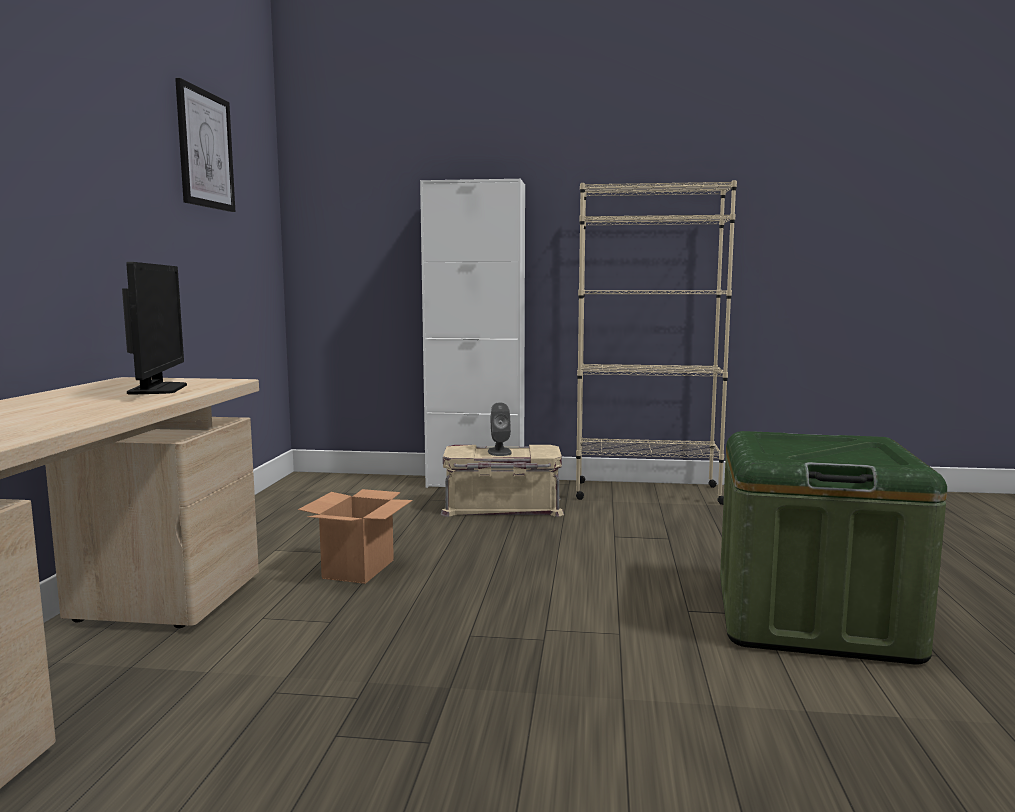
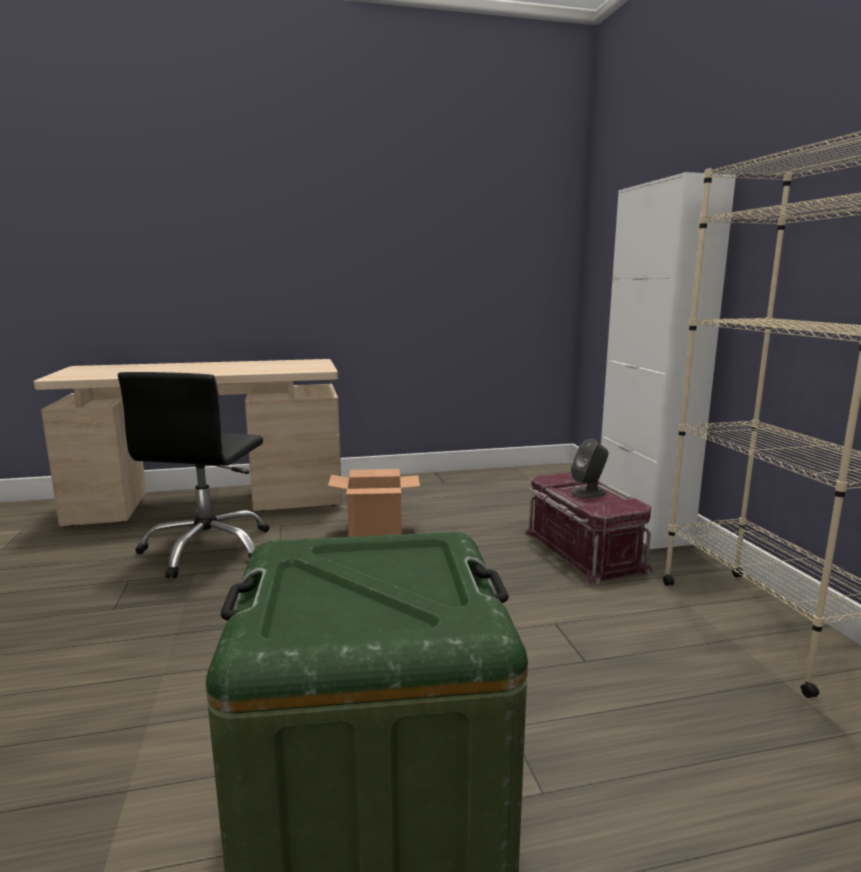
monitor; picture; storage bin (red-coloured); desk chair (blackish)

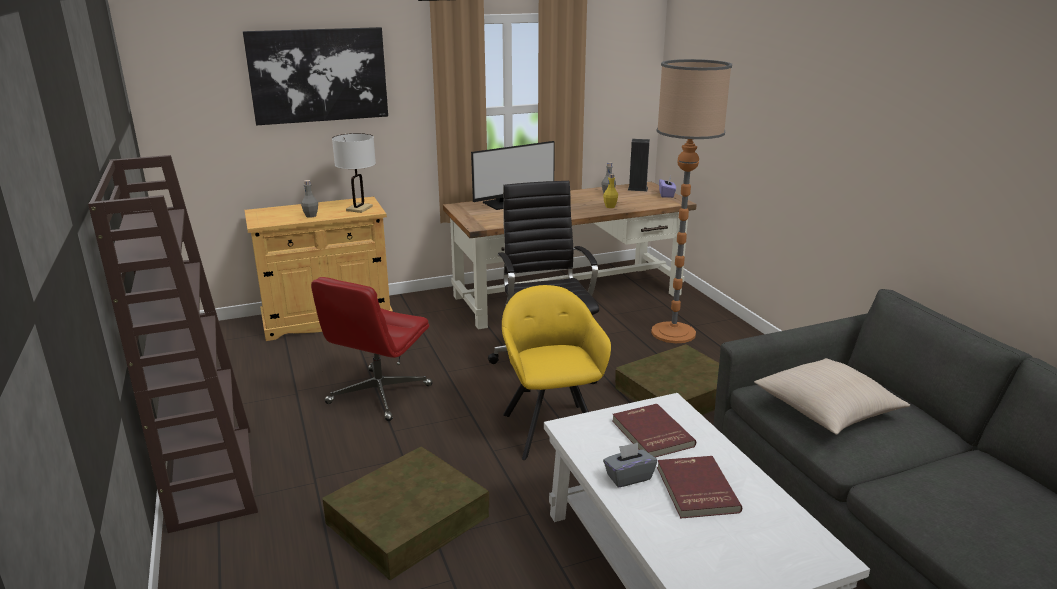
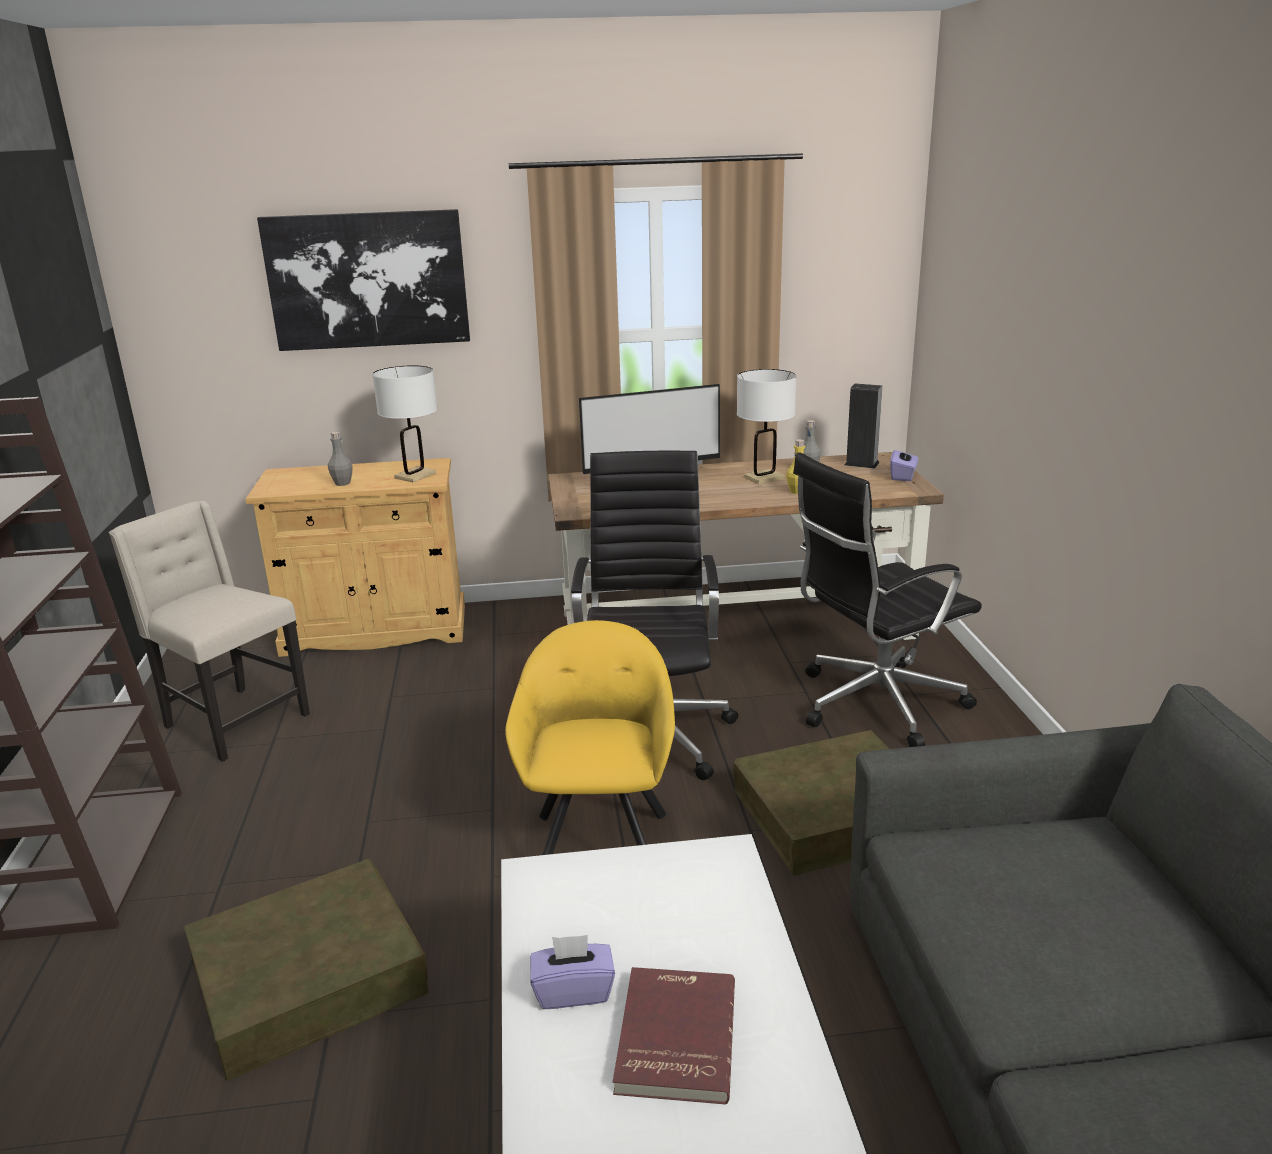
desk chair (red-coloured); tissue box (purple) (no. 1 from left); book (red-coloured) (no. 1 from left in the first image); desk chair (blackish) (no. 2 from left); pillow (beige); upright chair (beige); tabletop lamp (whitish) (no. 2 from left)

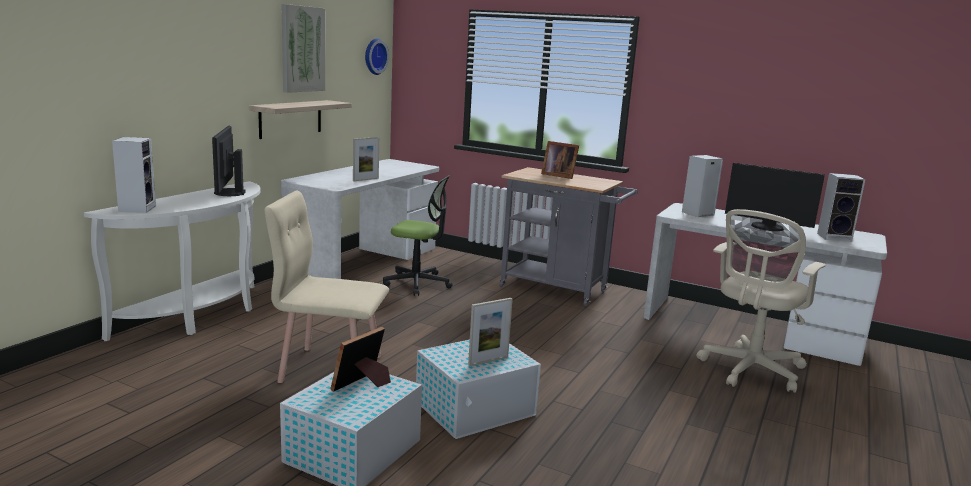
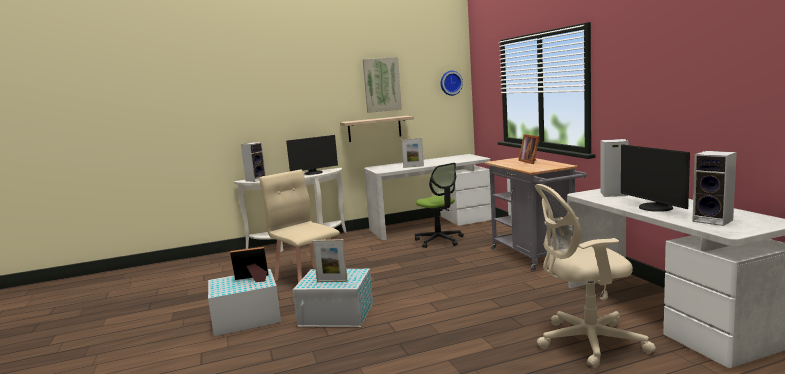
monitor (no. 1 from left)

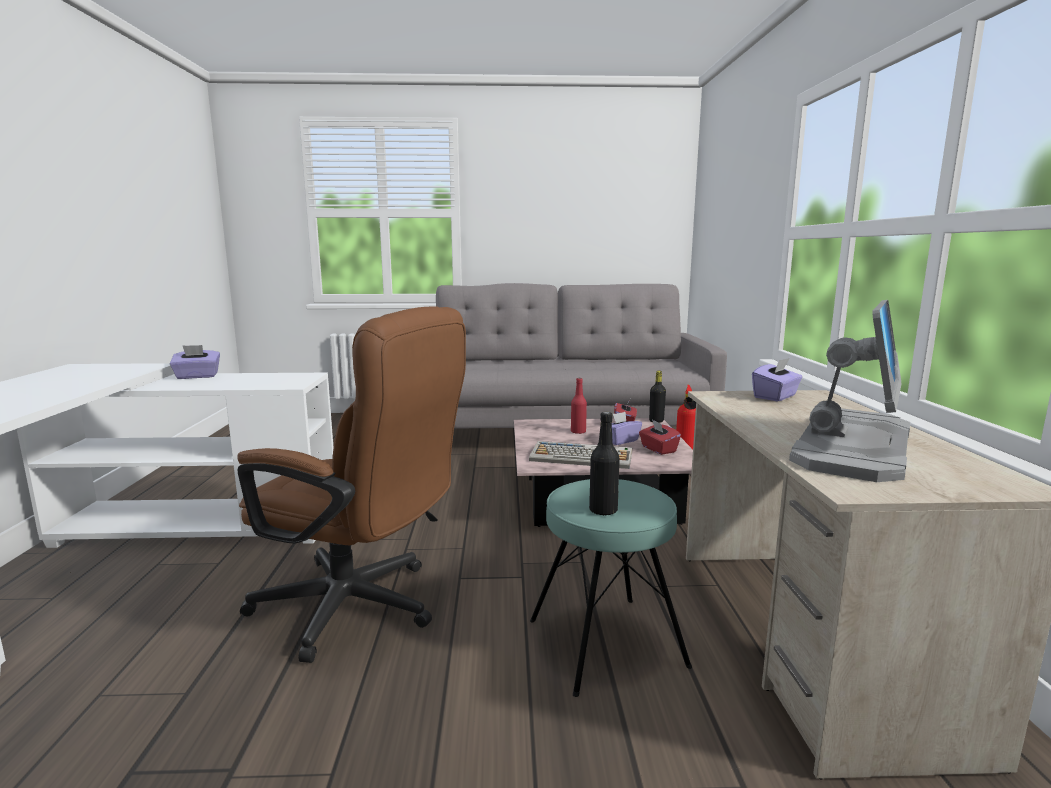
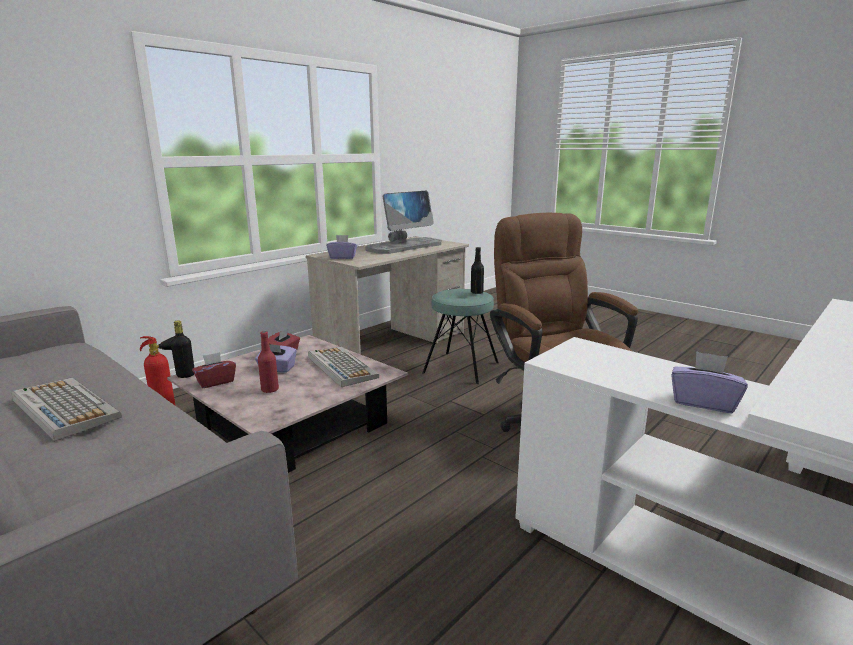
monitor; PC keyboard (no. 1 from left)

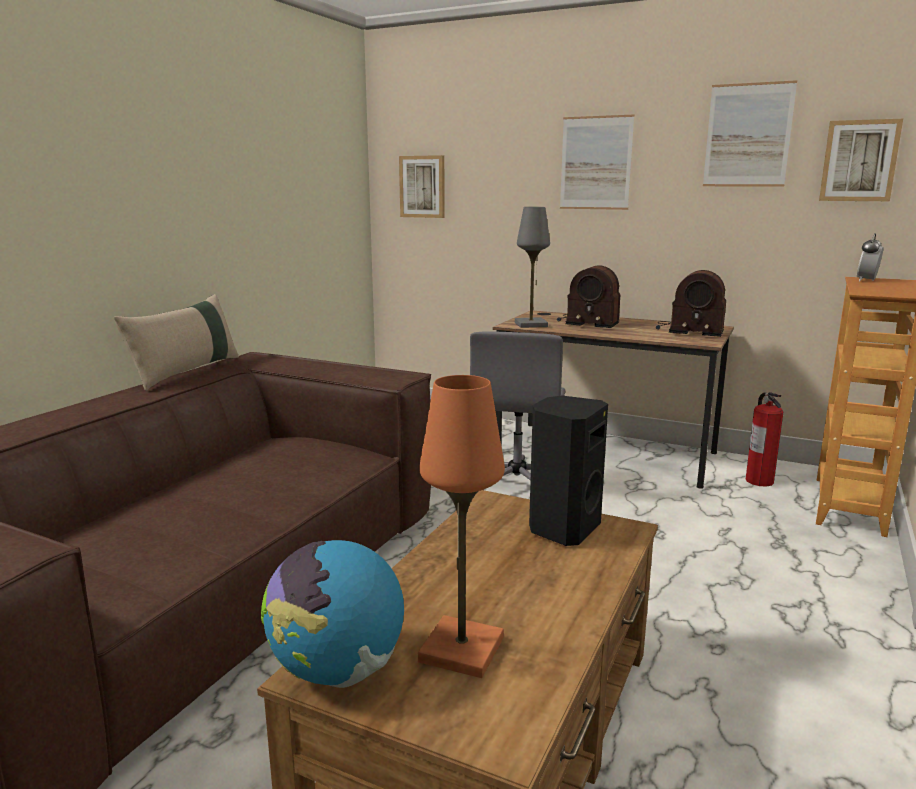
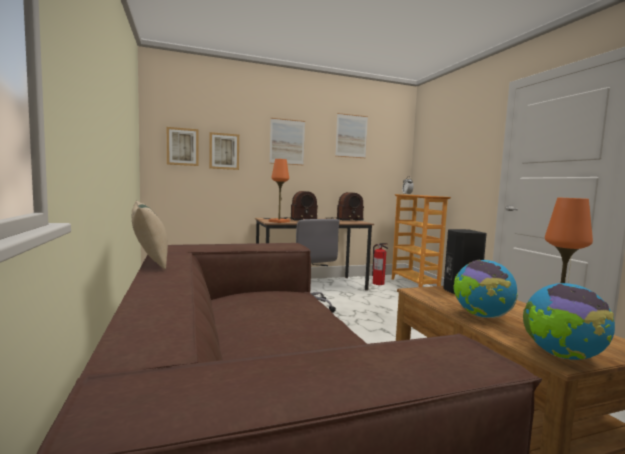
tabletop lamp (orangey) (no. 1 from left); picture (no. 2 from left); desk globe (no. 1 from left)

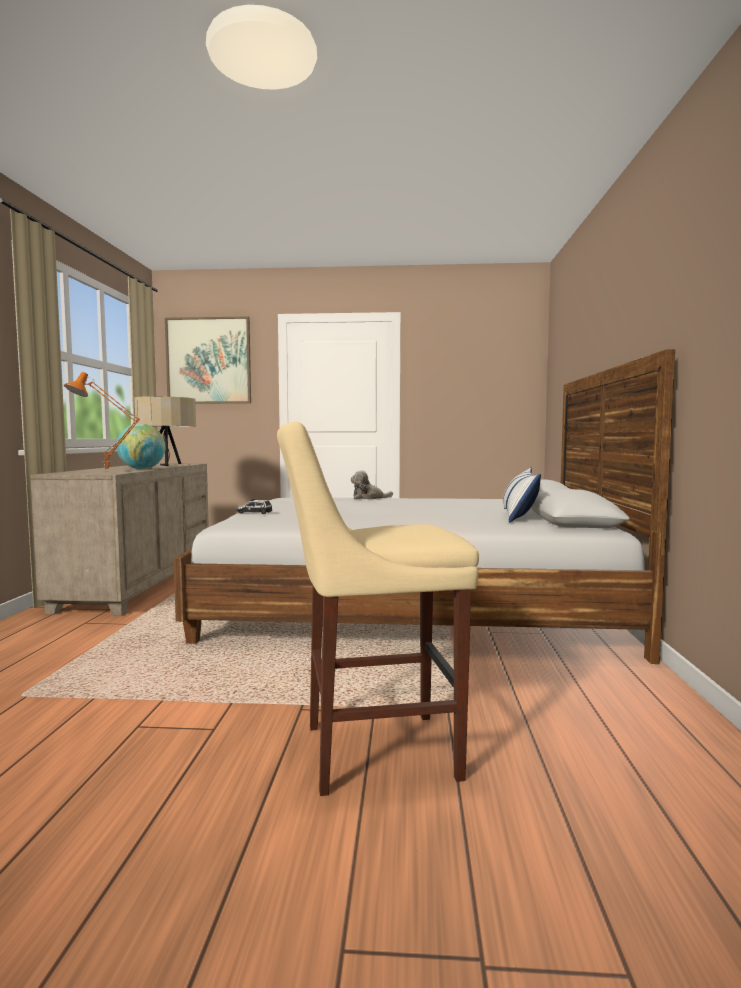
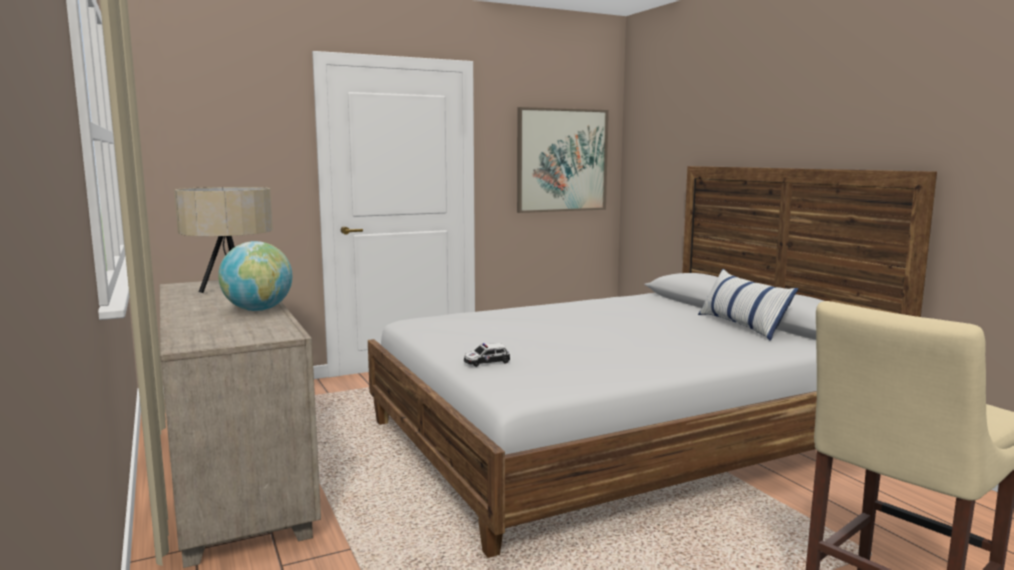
tabletop lamp (orangey); picture; cuddly toy

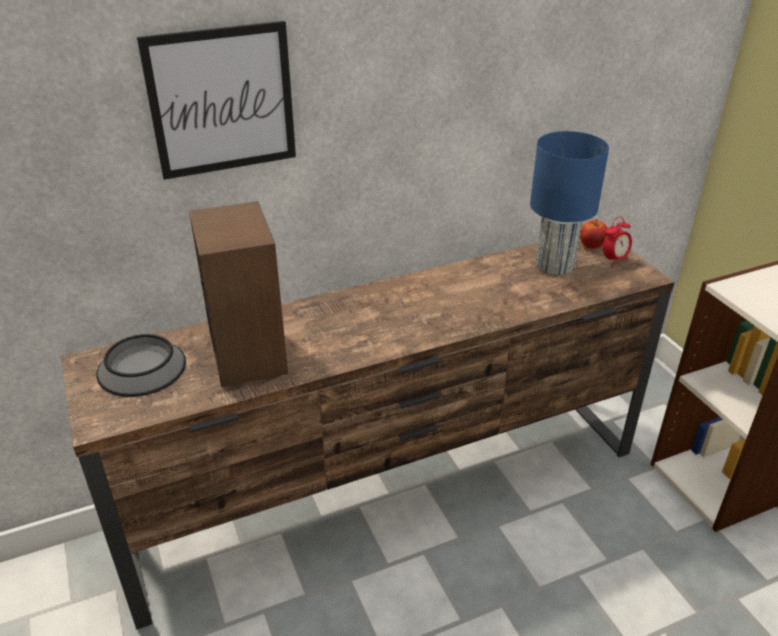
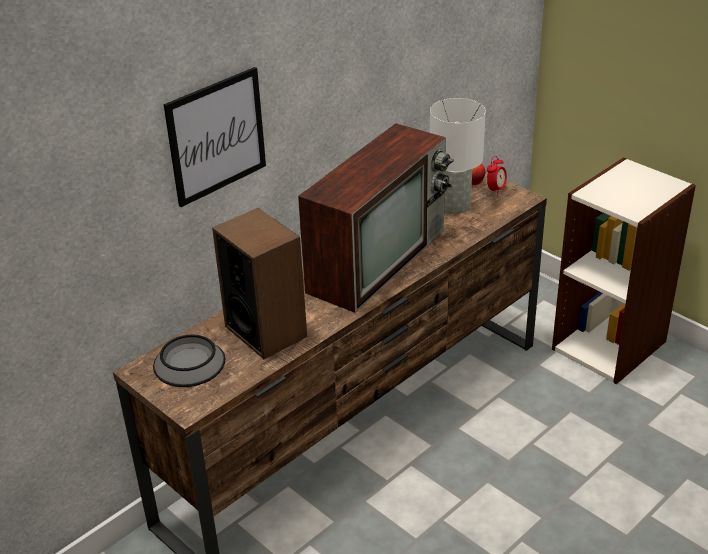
tabletop lamp (whitish); television

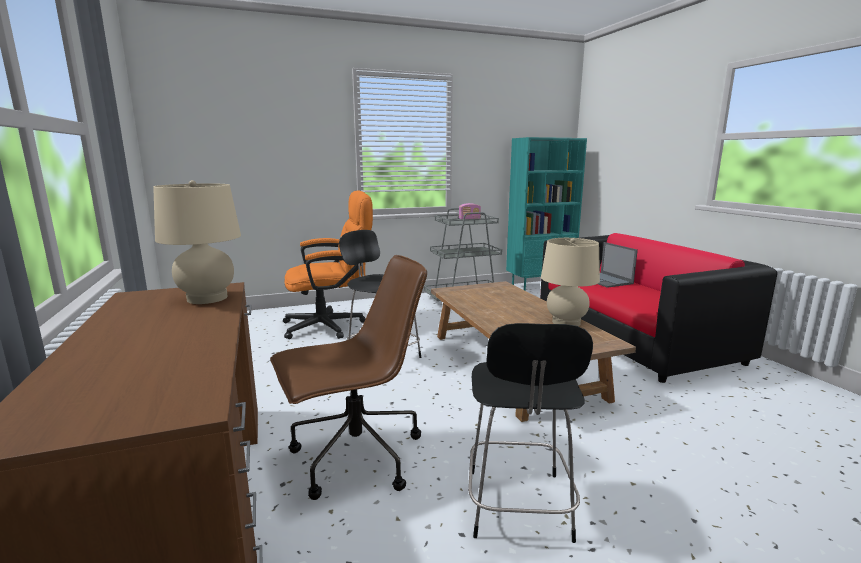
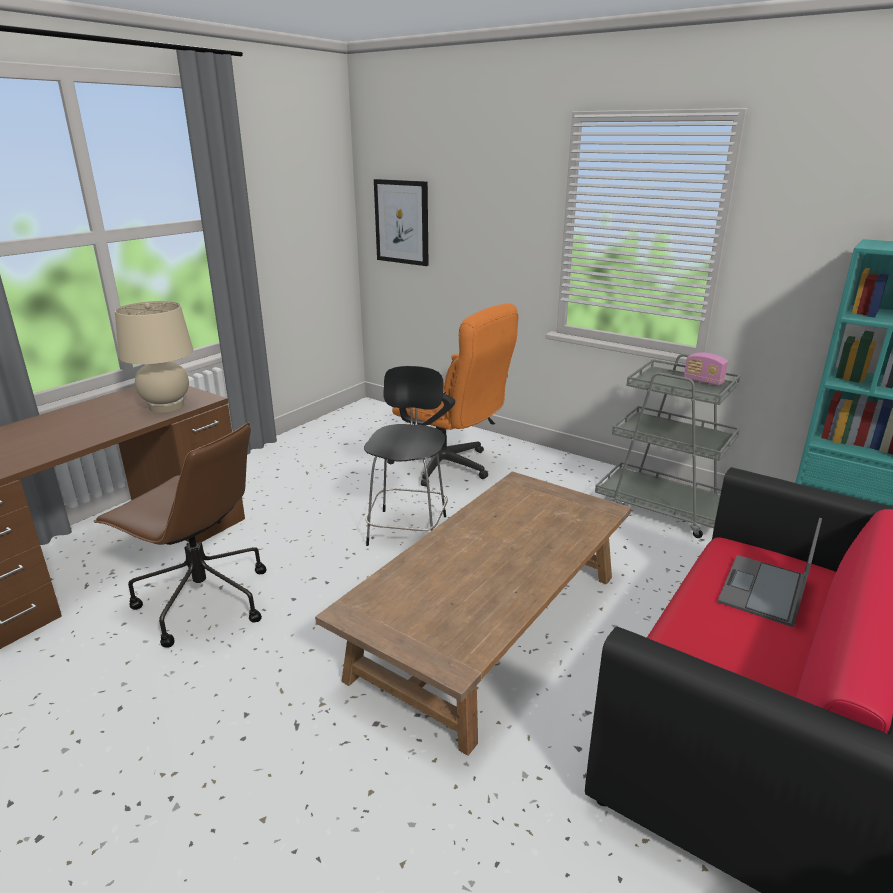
upright chair (blackish) (no. 2 from left in the first image); tabletop lamp (beige) (no. 2 from left in the first image); picture

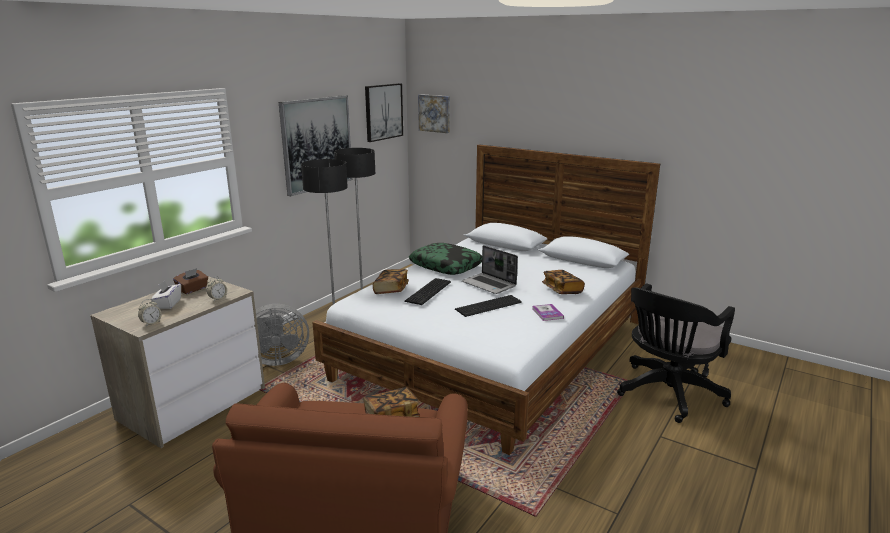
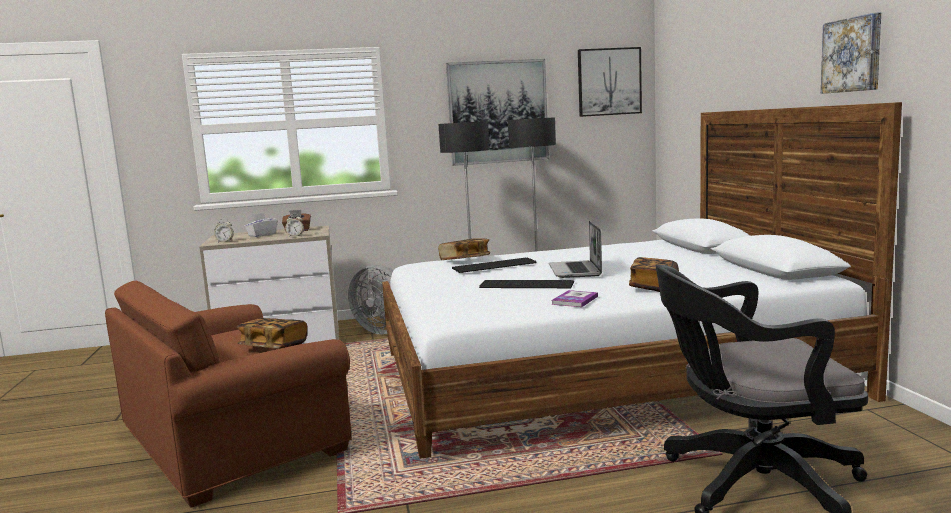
pillow; picture (no. 3 from left)

